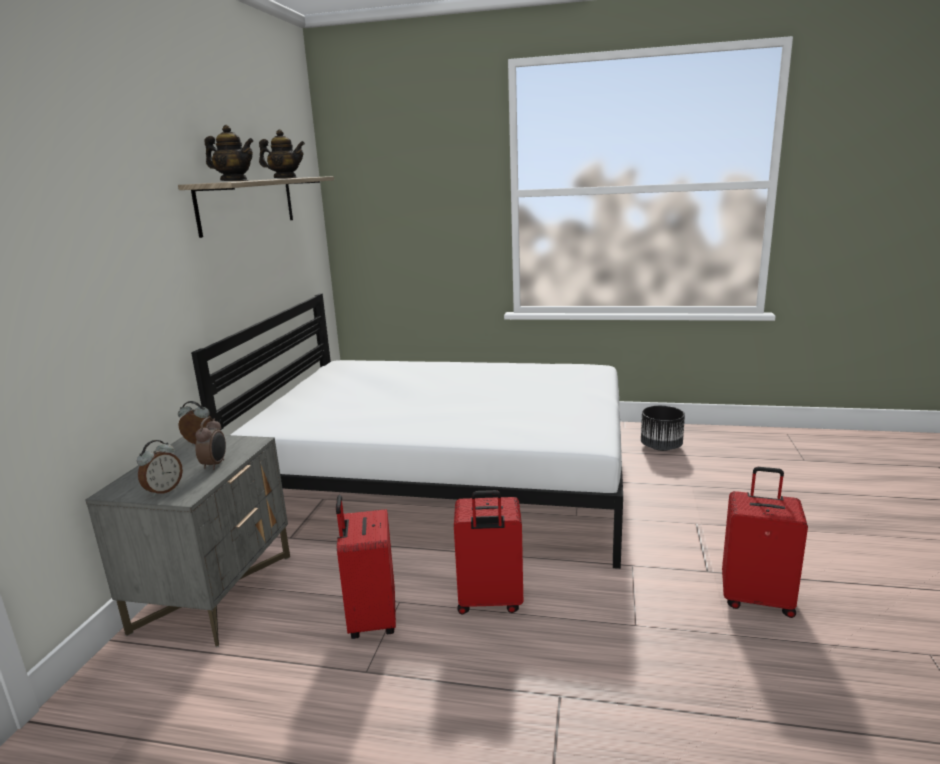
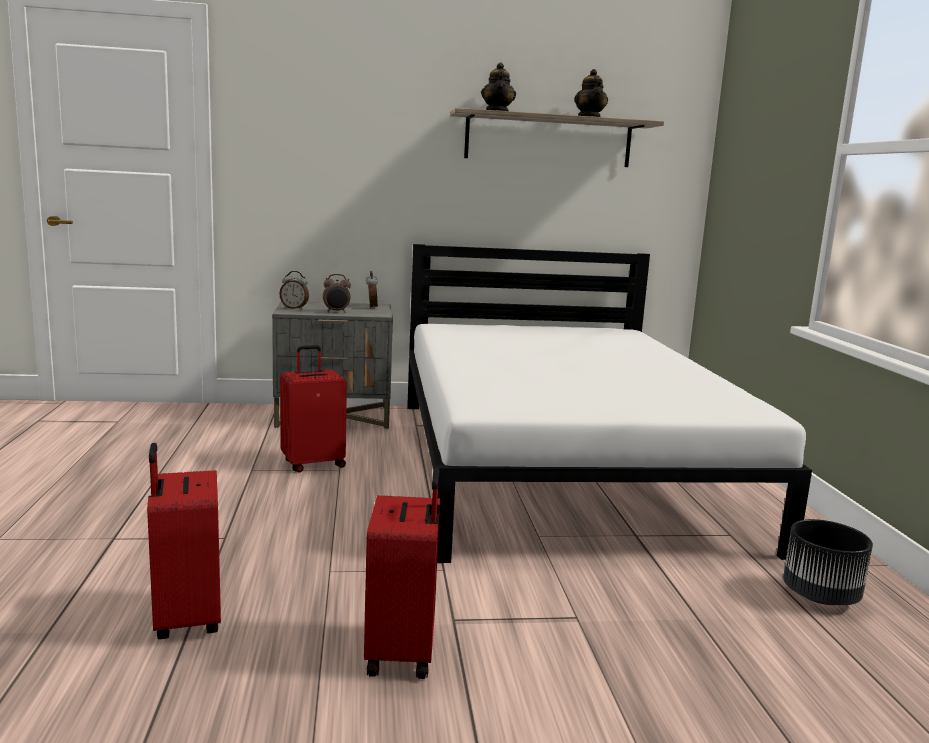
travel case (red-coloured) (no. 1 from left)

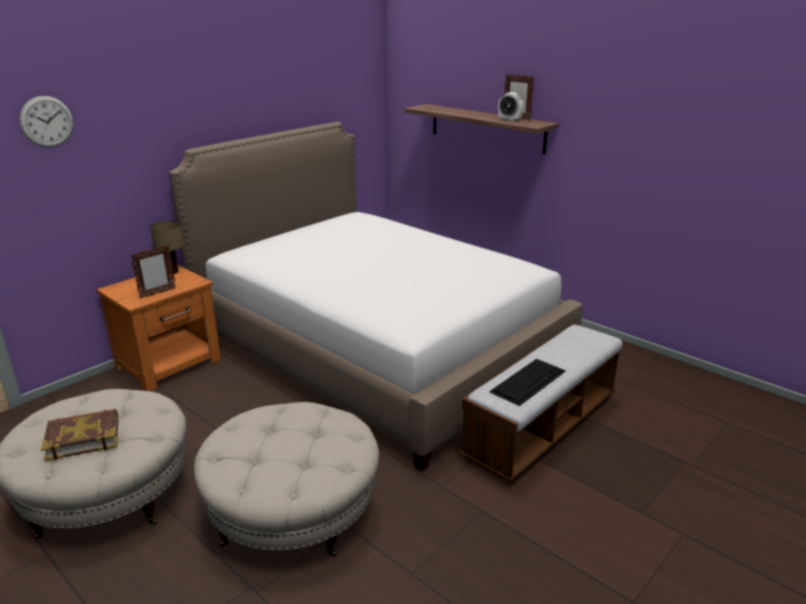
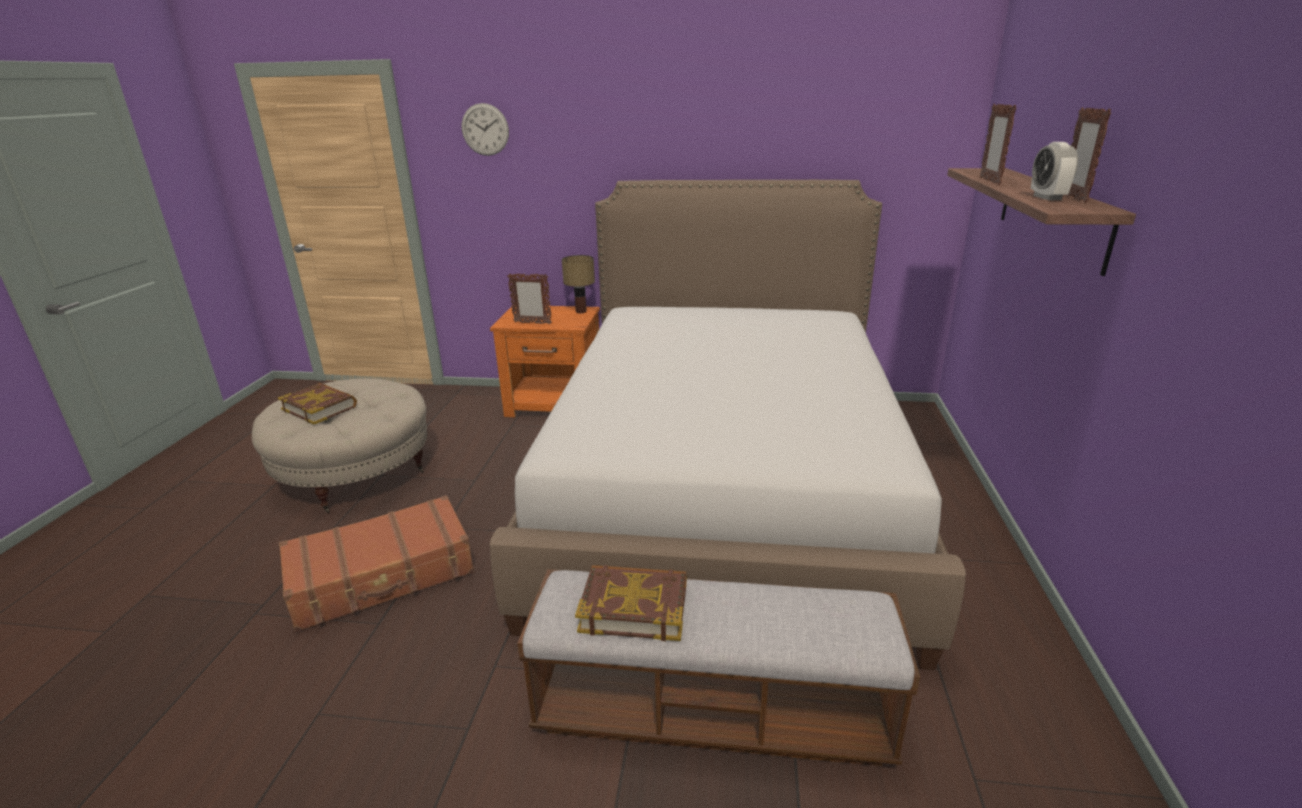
travel case (brown); book (no. 2 from left); photo frame (no. 2 from left)

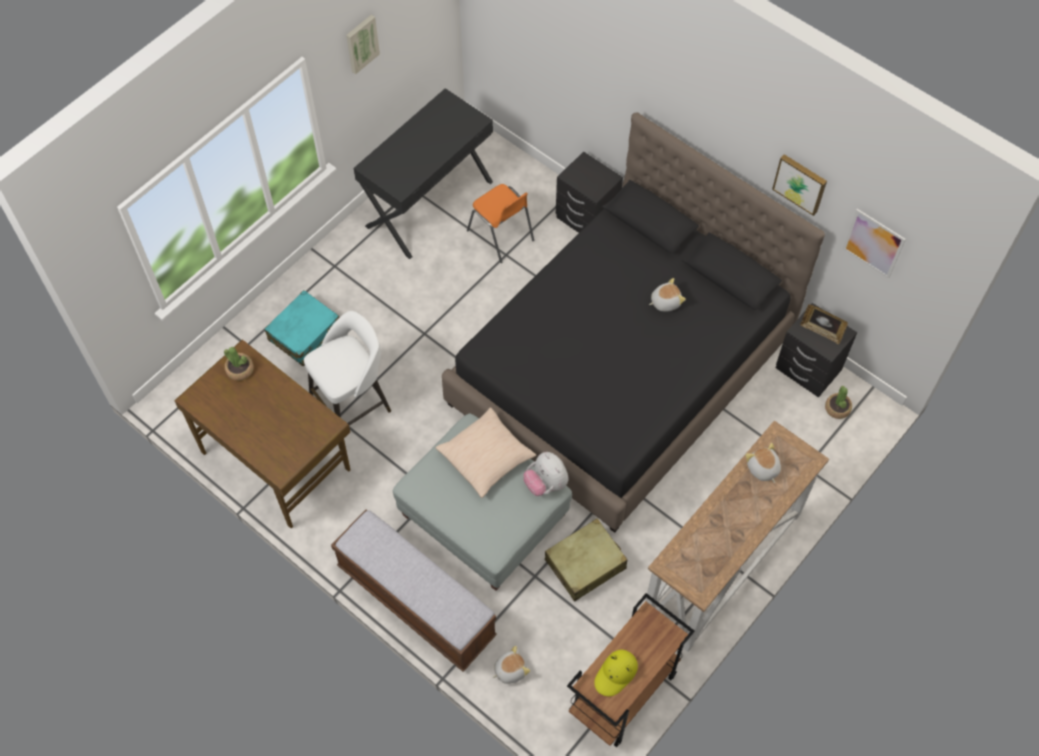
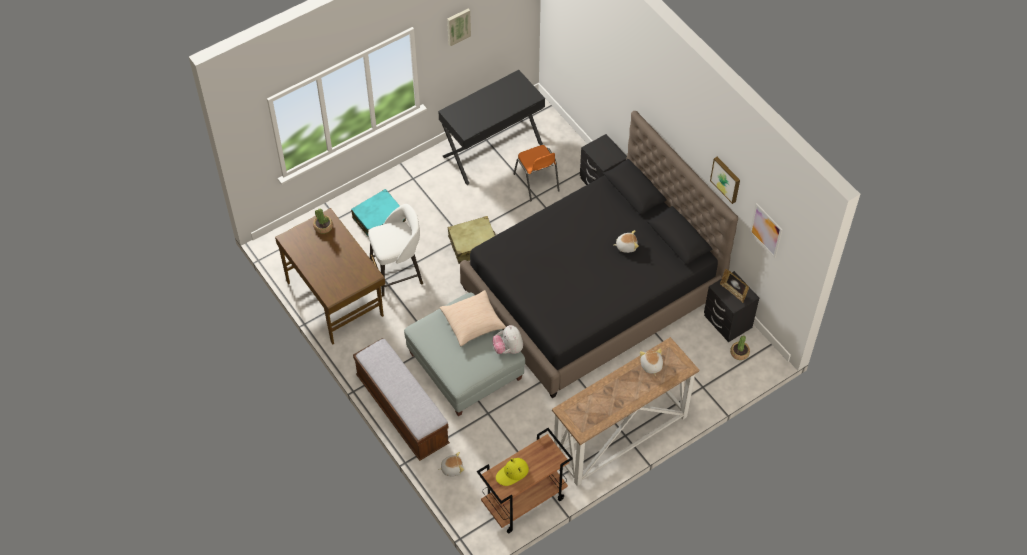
travel case (beige)

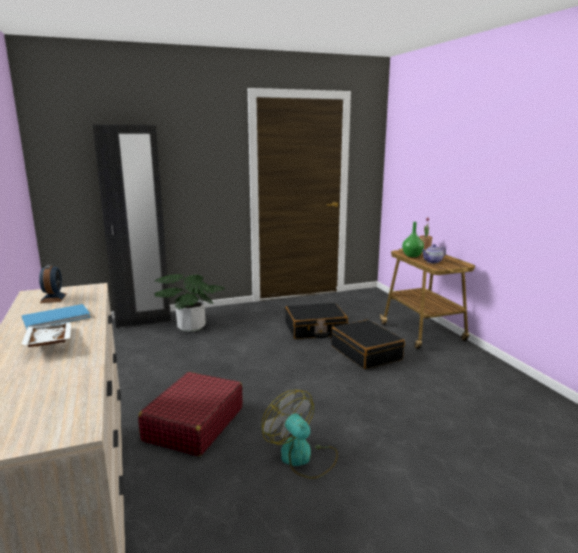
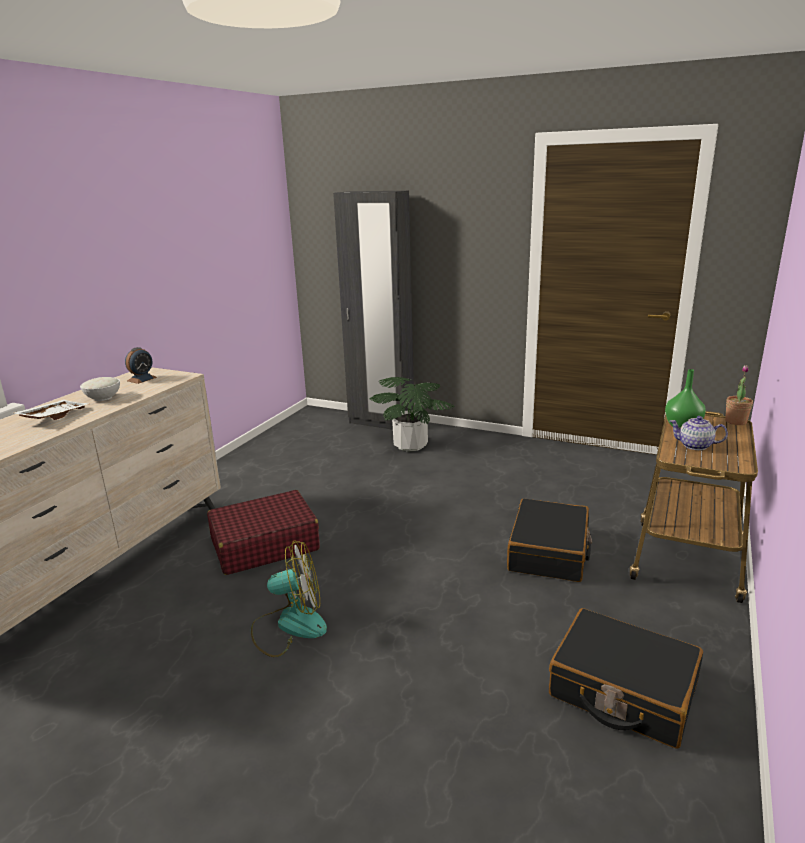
deep dish (whitish); cooling fan; travel case (blackish) (no. 2 from left)

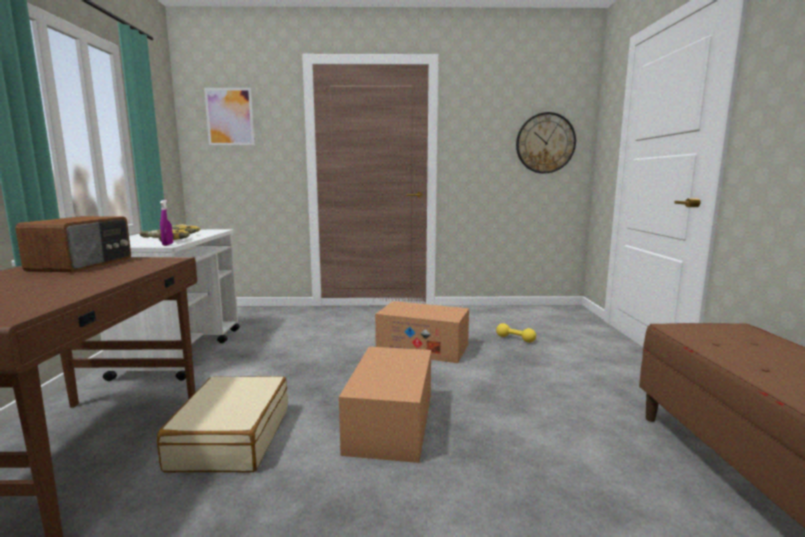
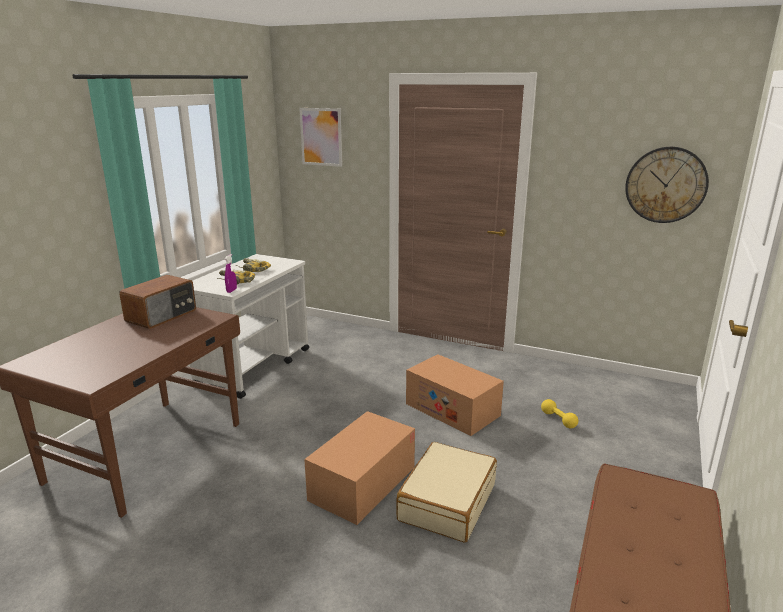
travel case (beige)

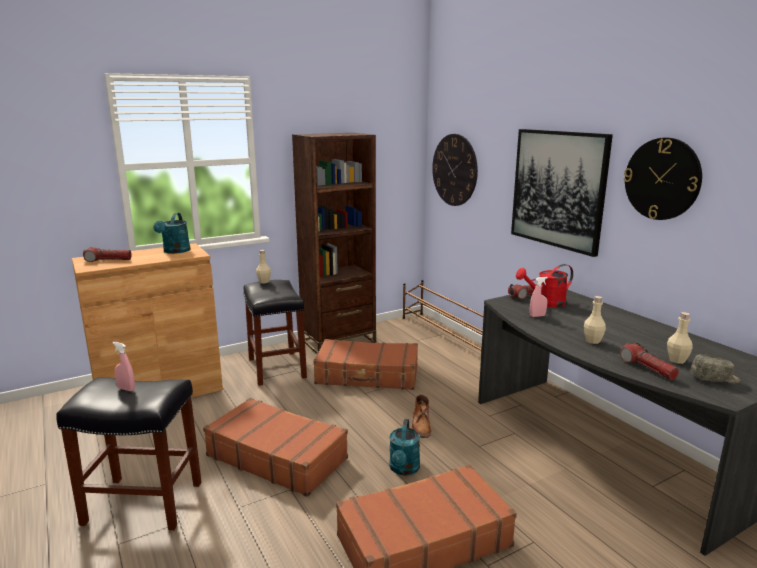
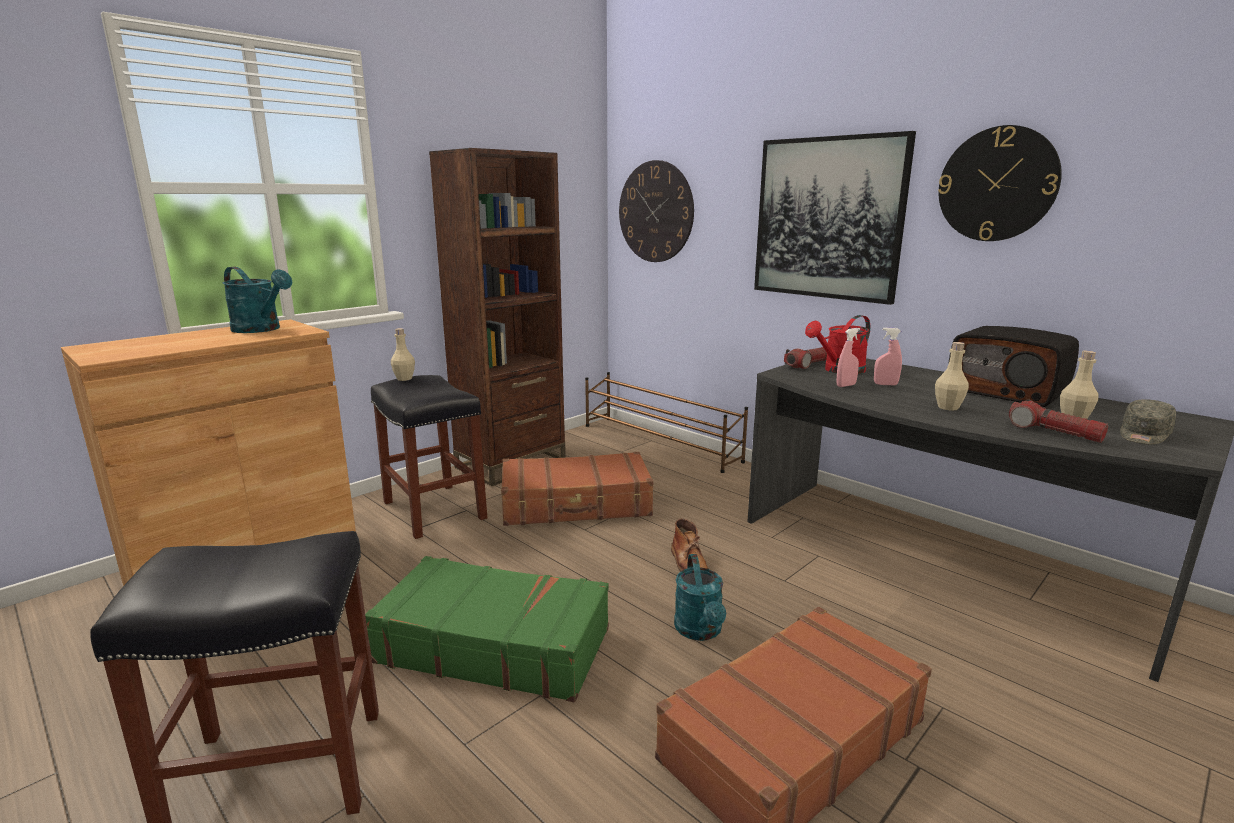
hand torch (no. 1 from left in the first image); hand sprayer (pinkish) (no. 2 from left); watering can (blue-green) (no. 1 from left); travel case (greenish); peaked cap (grey); radio receiver

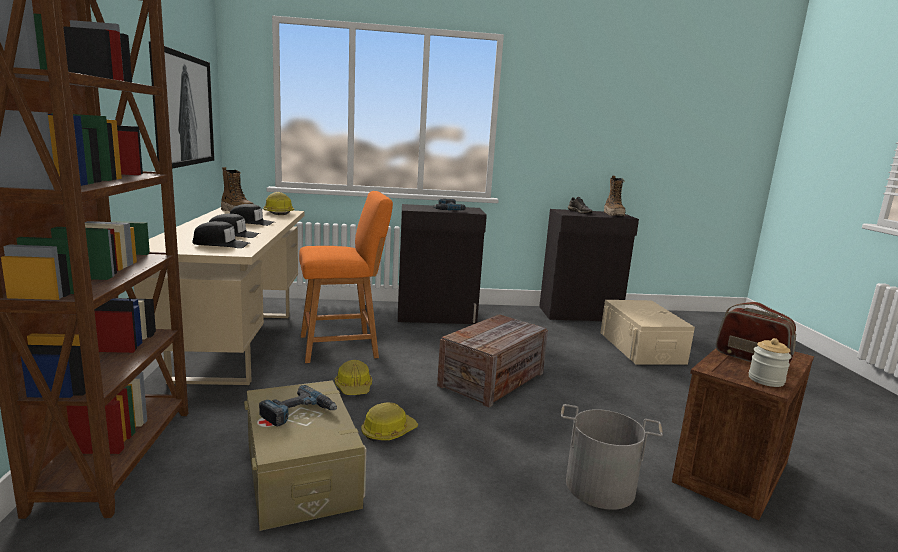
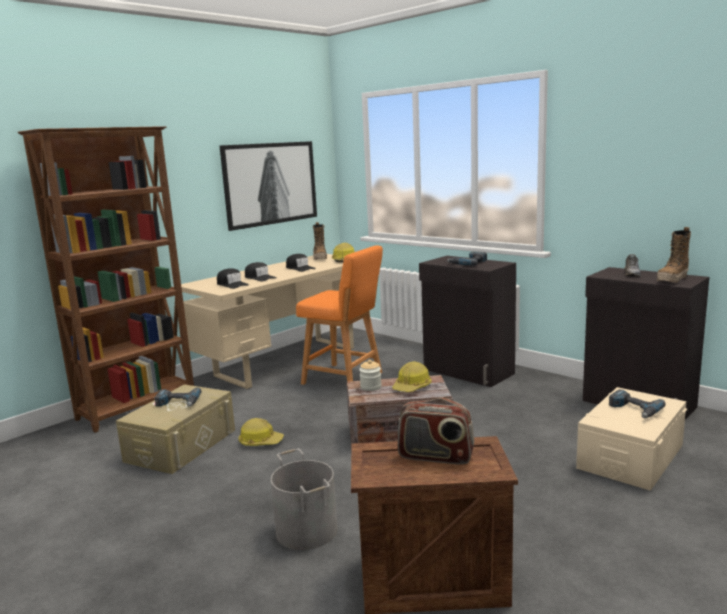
hard hat (no. 3 from left); radio receiver; storage jar; electric drill (no. 3 from left)

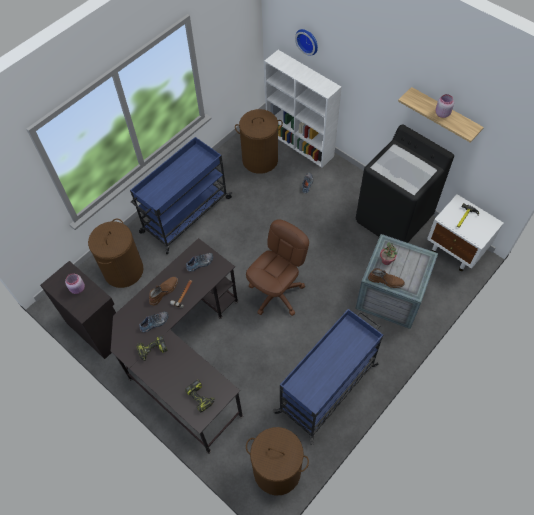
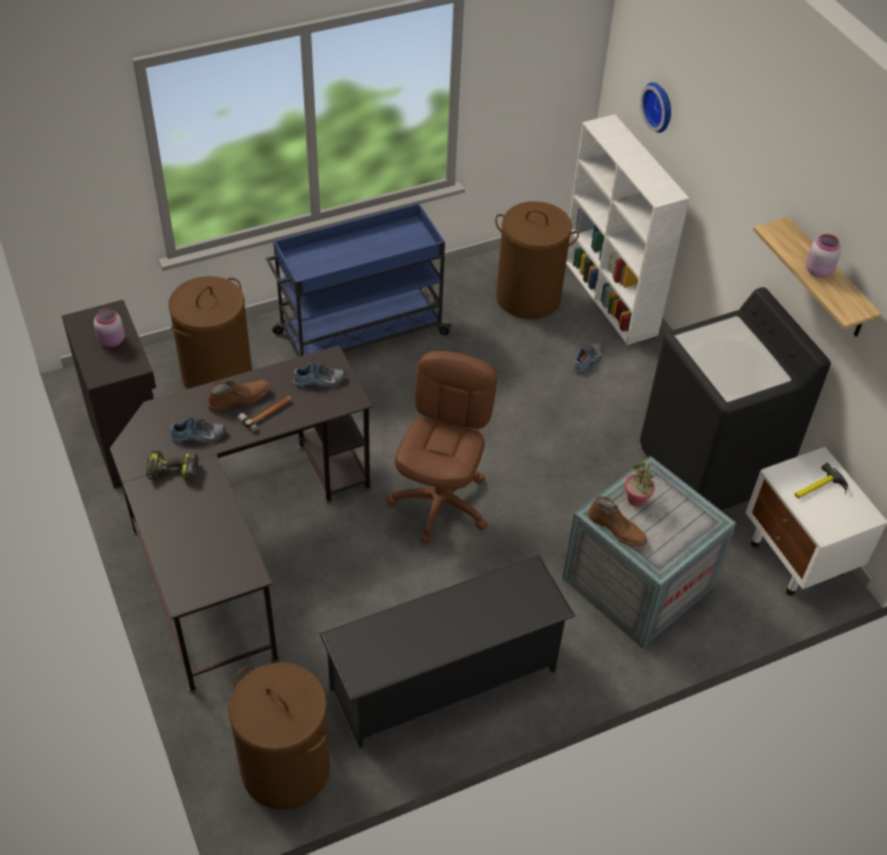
electric drill (no. 2 from left in the first image); desk chair (brown); shoe rack (blackish)

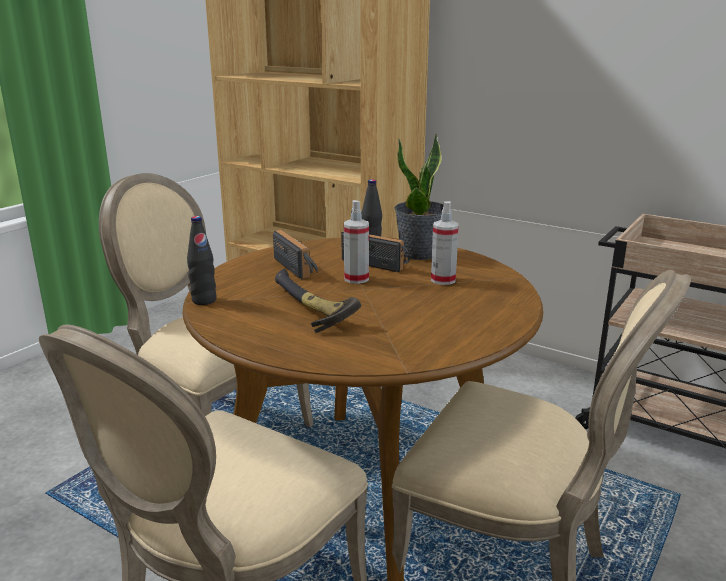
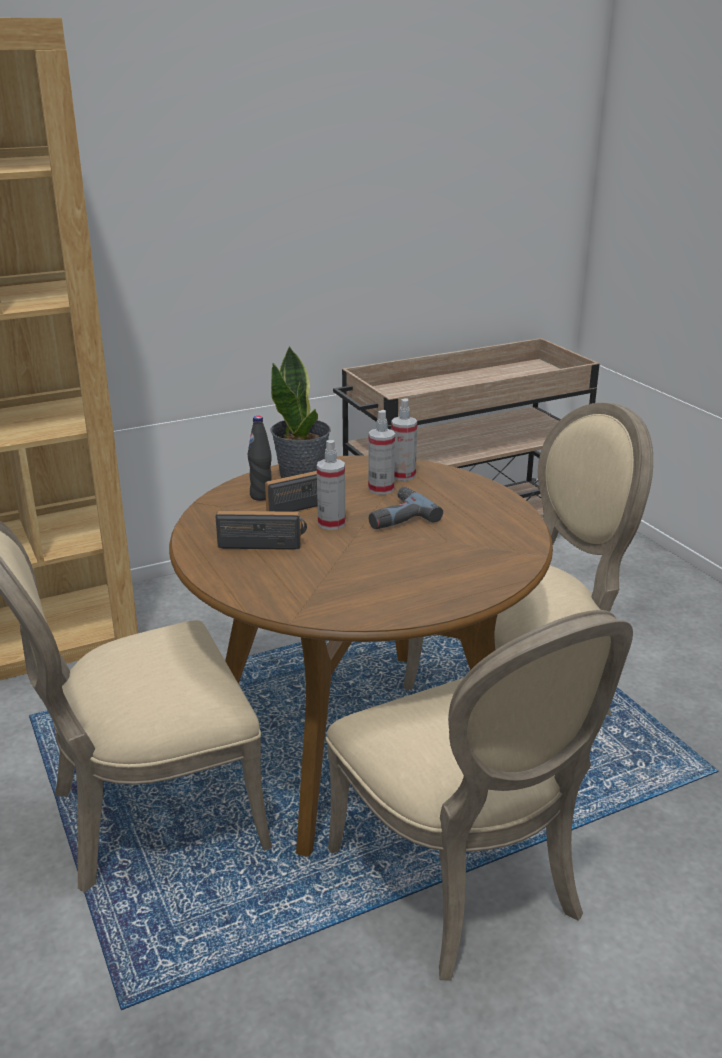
drink bottle (blackish) (no. 1 from left in the first image); tool hammer; electric drill; hand sprayer (no. 3 from left)

